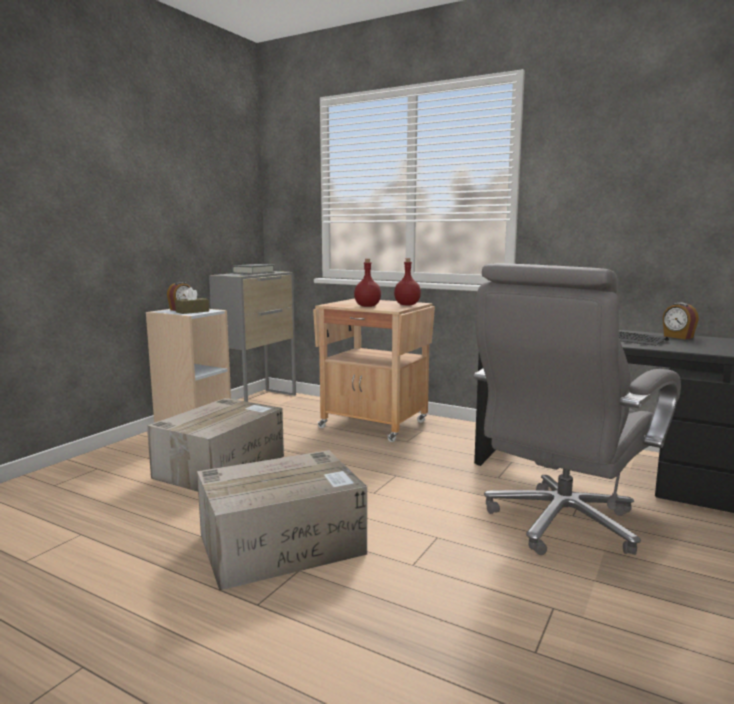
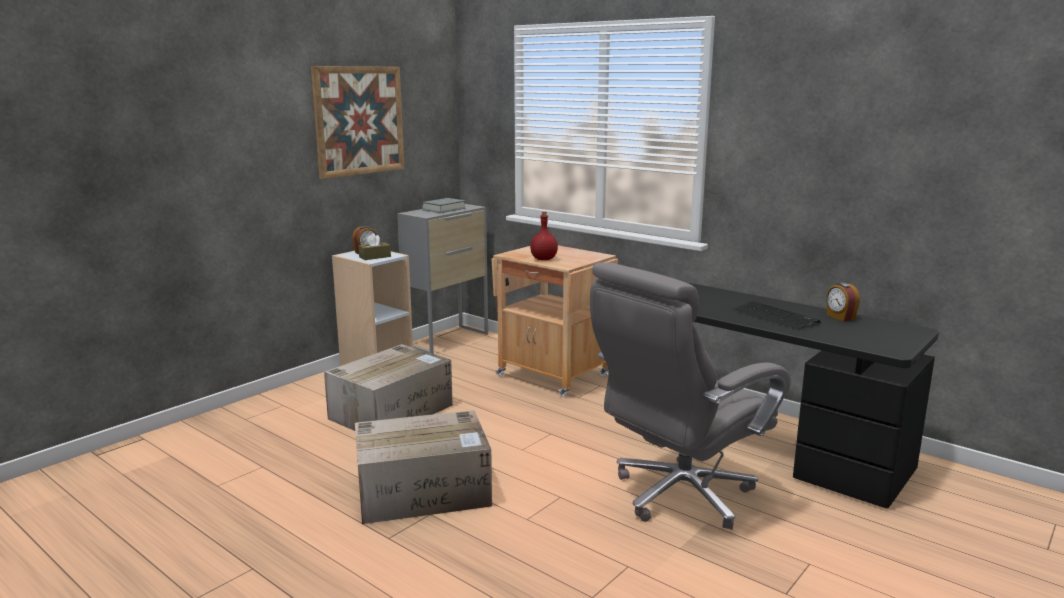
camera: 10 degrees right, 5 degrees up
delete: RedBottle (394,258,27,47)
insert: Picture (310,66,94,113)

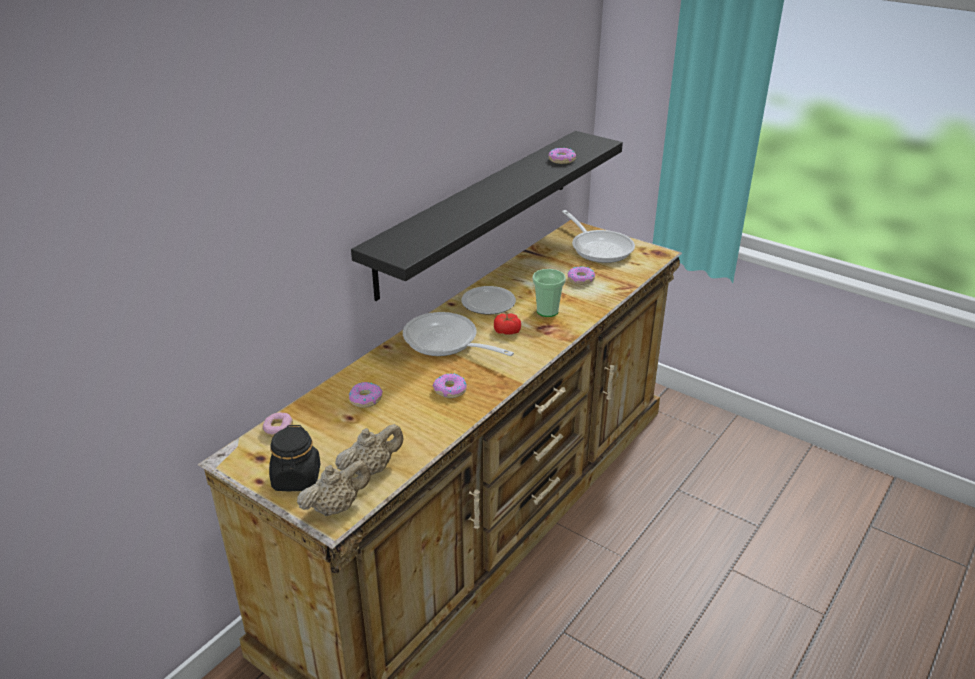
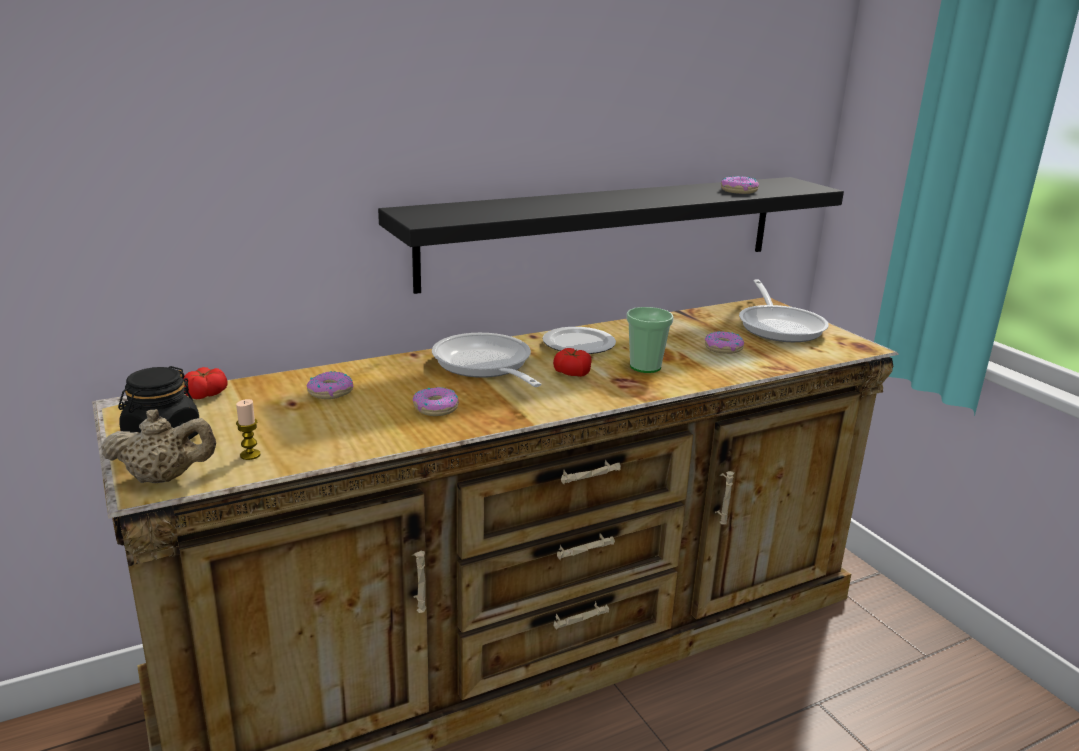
camera: 25 degrees right, 10 degrees down
replace: Donut (263,412,30,25) to Tomato (183,367,45,32); BeigeTeapot (335,424,69,51) to Candle (236,399,25,61)

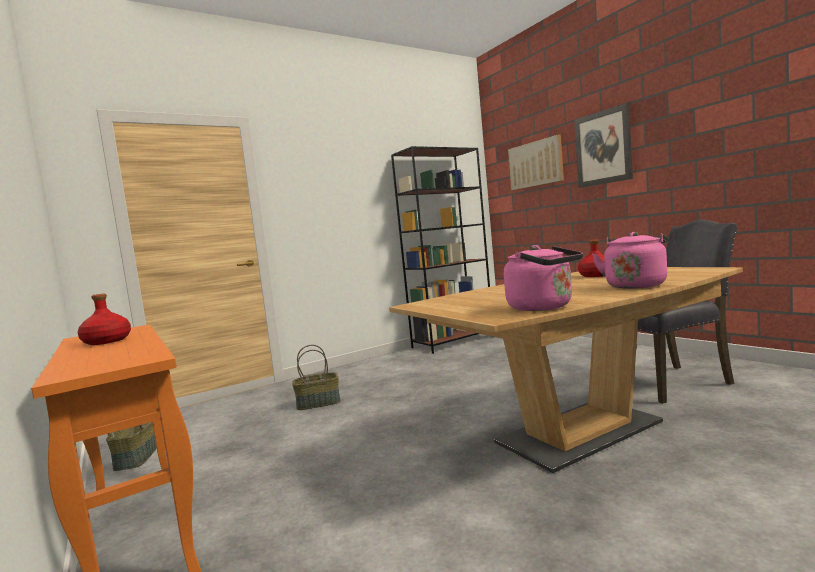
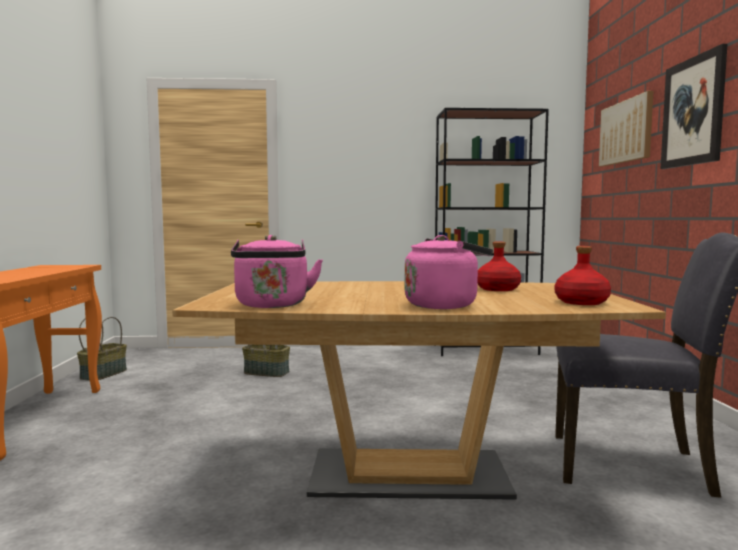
camera: 30 degrees right, 0 degrees up
move: RedBottle (78,294,53,51) to (555,246,56,59)

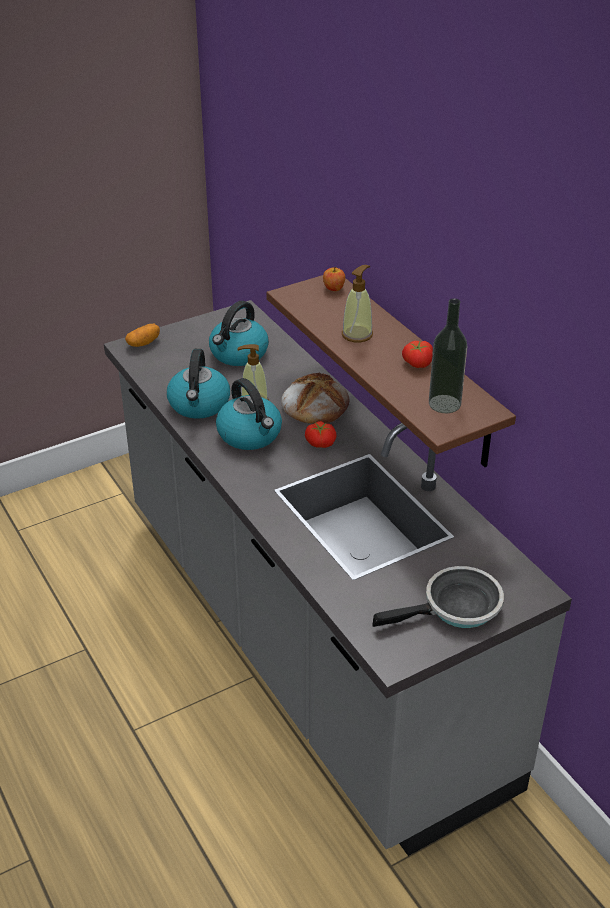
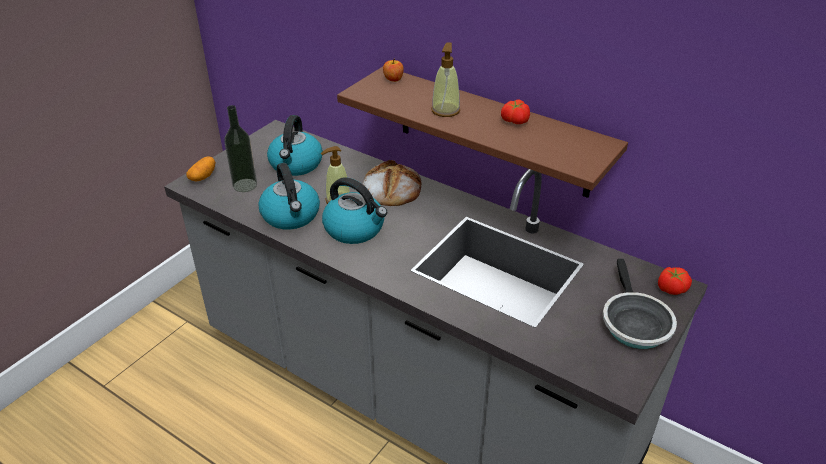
camera: 25 degrees left, 0 degrees up
move: Tomato (305,421,32,27) to (658,267,34,28); Bottle (429,298,38,115) to (224,105,33,87)
rotate: FryingPan (372,566,132,62) = (603,259,74,90) 135 degrees clockwise

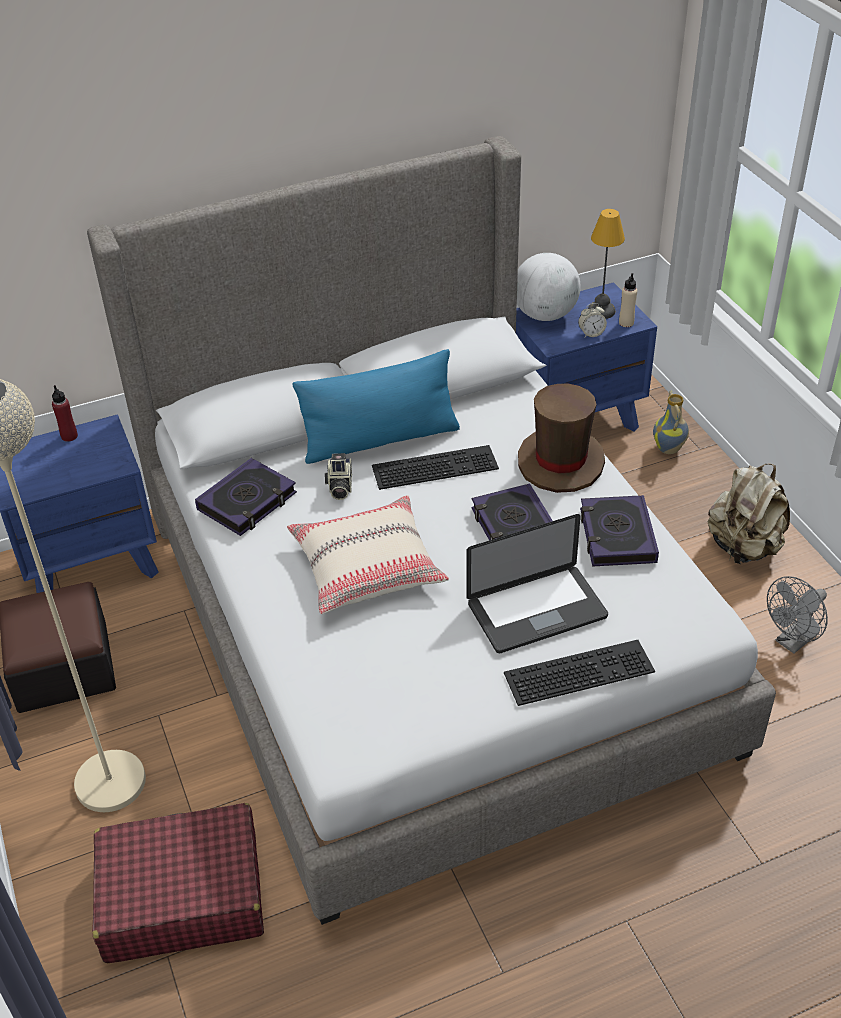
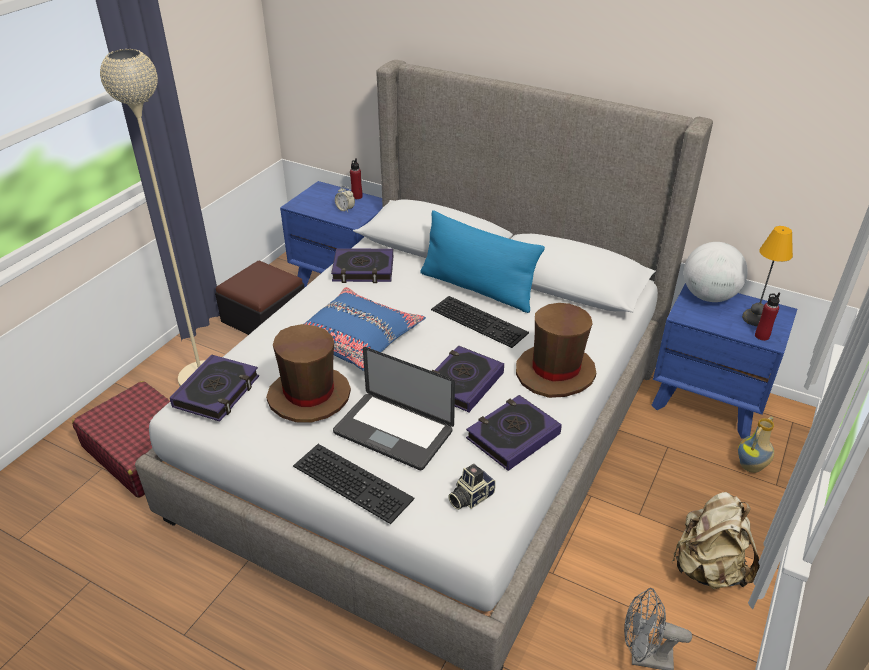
camera: 50 degrees right, 5 degrees down
insert: Book (170,354,89,68); BrownHat (266,324,85,99)
move: PhotoCamera (325,453,27,47) to (448,464,48,46); AlarmClock (578,303,29,35) to (335,186,20,26)
recolor: BeigePillow (287,495,162,119) to BluePillow (304,287,122,84); BeigeBottle (619,273,18,54) to RedBottle (755,292,25,49)

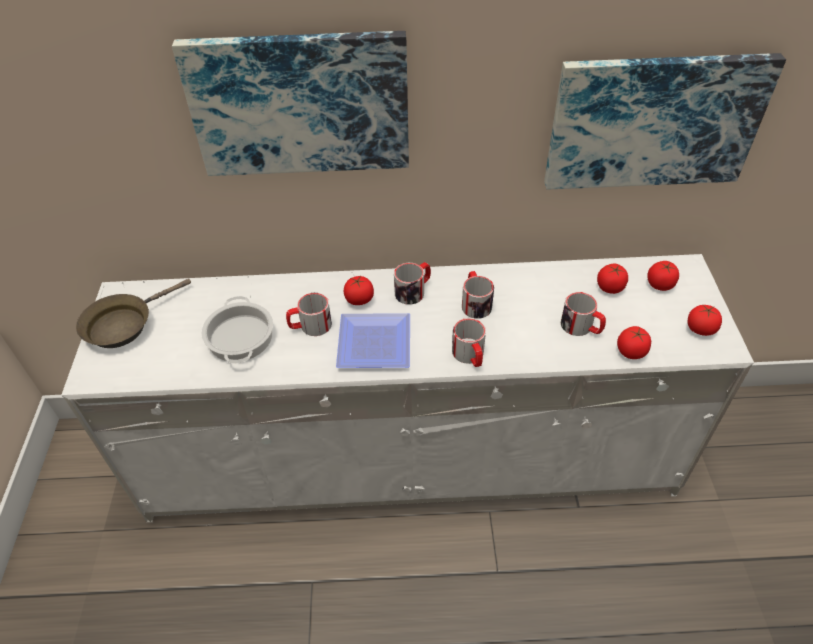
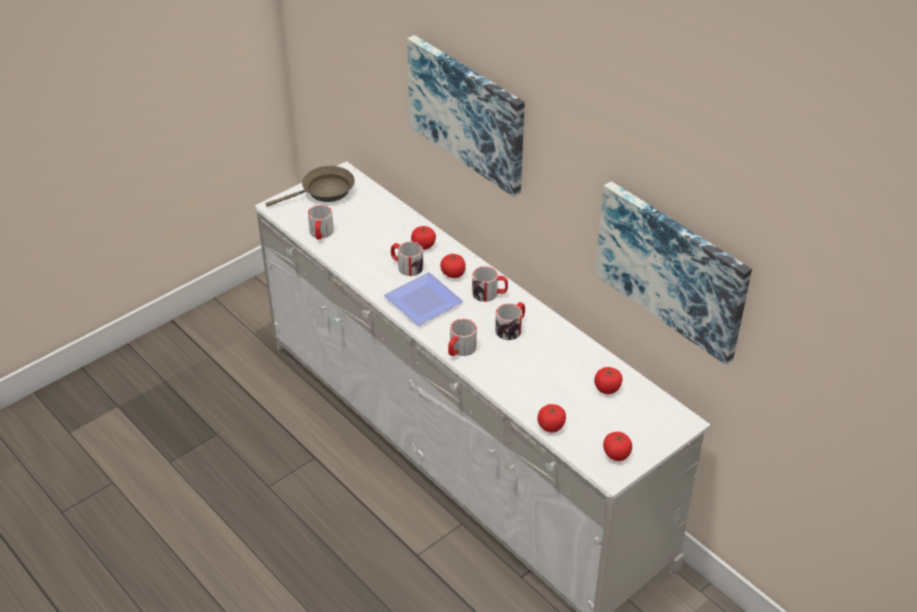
camera: 50 degrees right, 5 degrees down
delete: CookingPot (201,296,72,68)
move: Mug (561,292,45,44) to (308,205,26,35); Tomato (648,261,31,30) to (411,226,25,24)
rotate: BrownFryingPan (76,279,115,69) = (266,166,89,41) 150 degrees clockwise

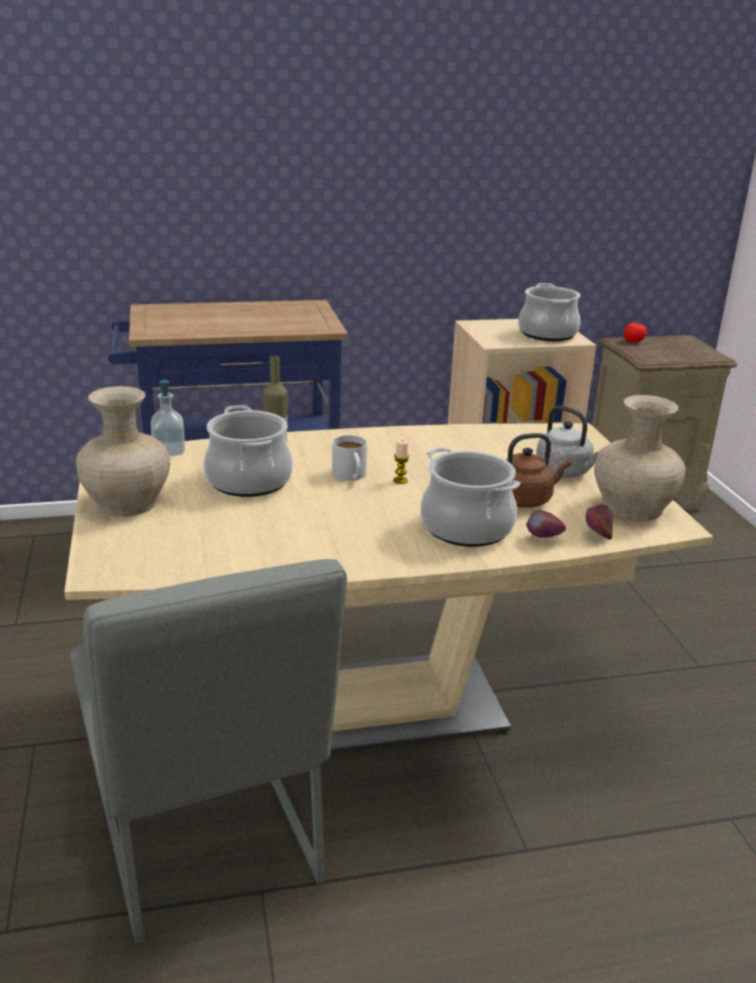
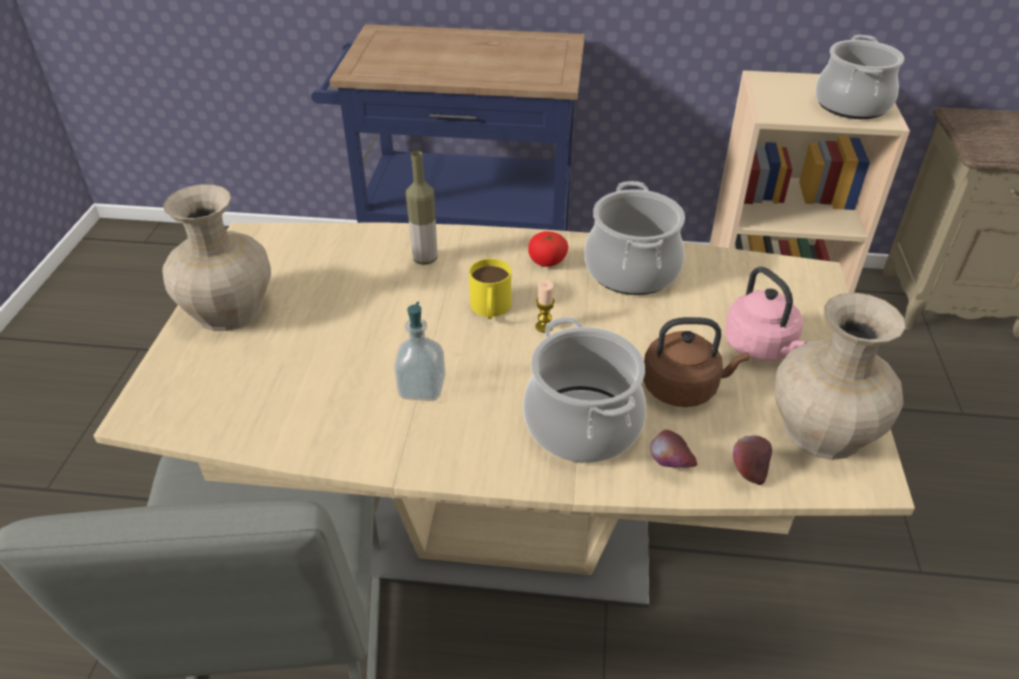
camera: 20 degrees right, 15 degrees up
move: SoapDispenser (151,380,34,76) to (394,302,51,99); CookingPot (203,405,90,92) to (584,181,101,114); Tomato (624,323,23,20) to (528,231,41,36)
recolor: WhiteMug (332,435,35,46) to YellowMug (469,259,42,60); GreyKettle (536,406,63,72) to PinkKettle (725,267,82,94)

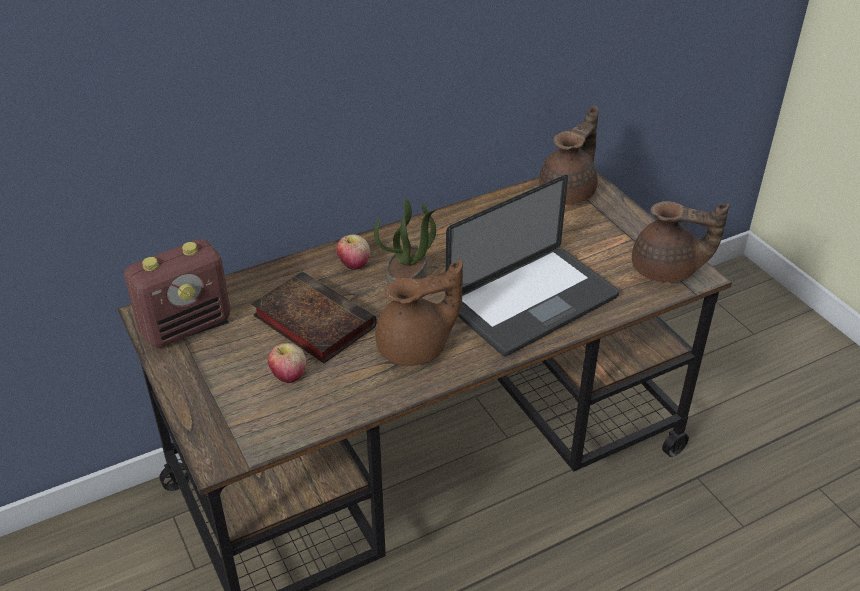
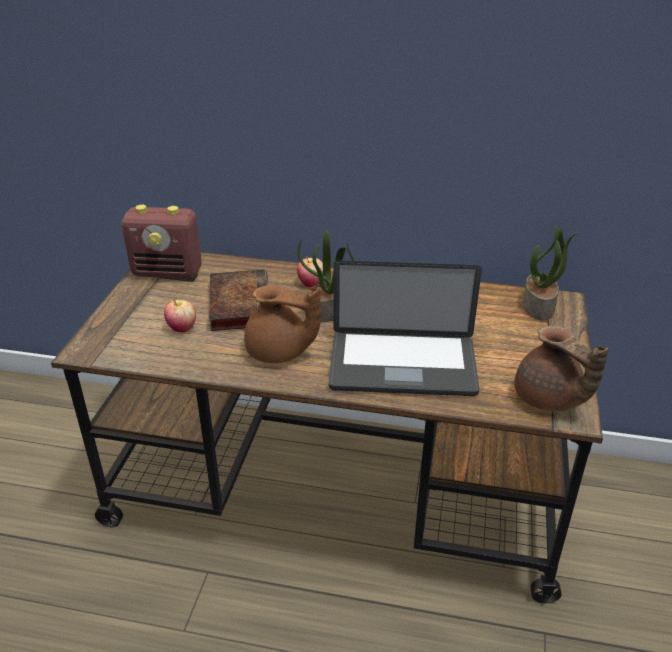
camera: 40 degrees right, 5 degrees down
replace: BrownTeapot (539,105,59,99) to PottedPlant (523,225,56,95)

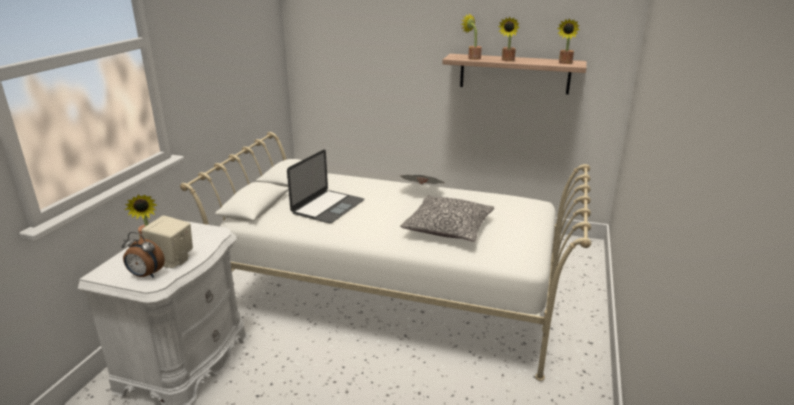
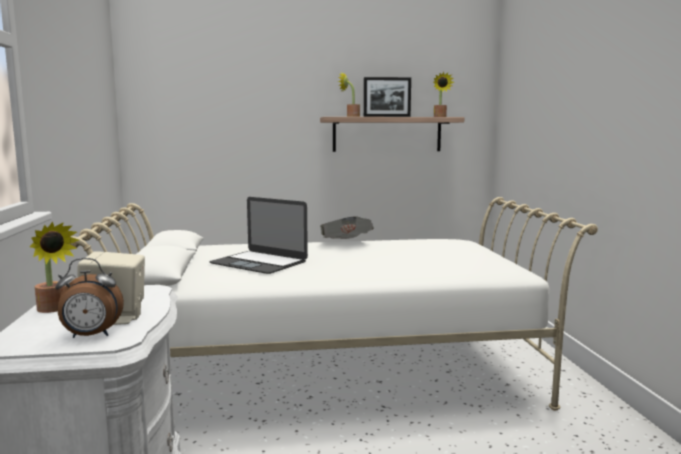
camera: 25 degrees left, 15 degrees down
delete: Pillow (400,196,94,46)
replace: PottedPlant (498,16,22,45) to PictureFrame (364,77,47,40)
rotate: Laptop (287,149,77,74) = (209,197,99,77) 120 degrees clockwise

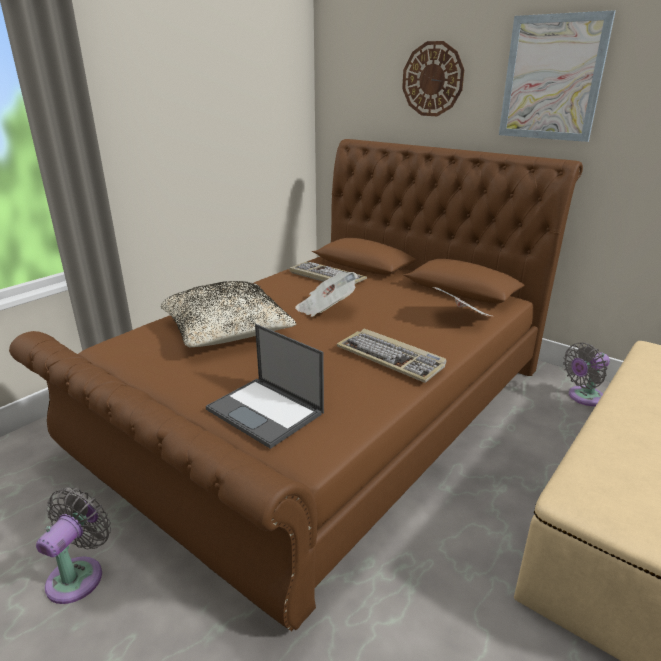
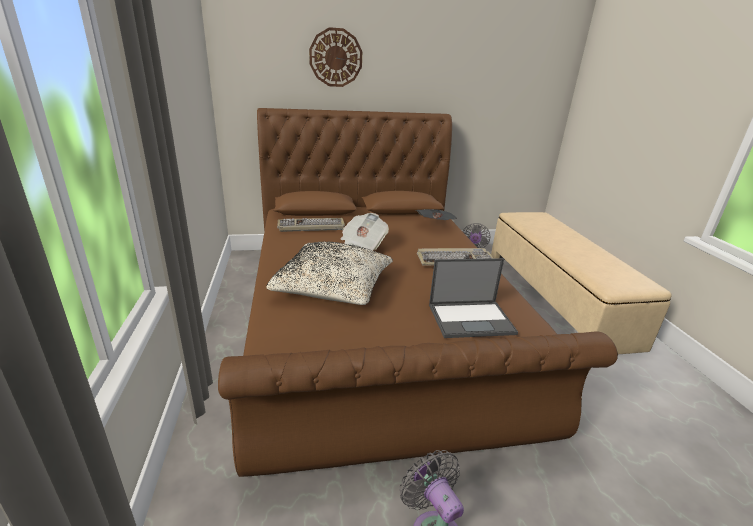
camera: 50 degrees left, 0 degrees up
delete: Picture (499,10,117,132)

